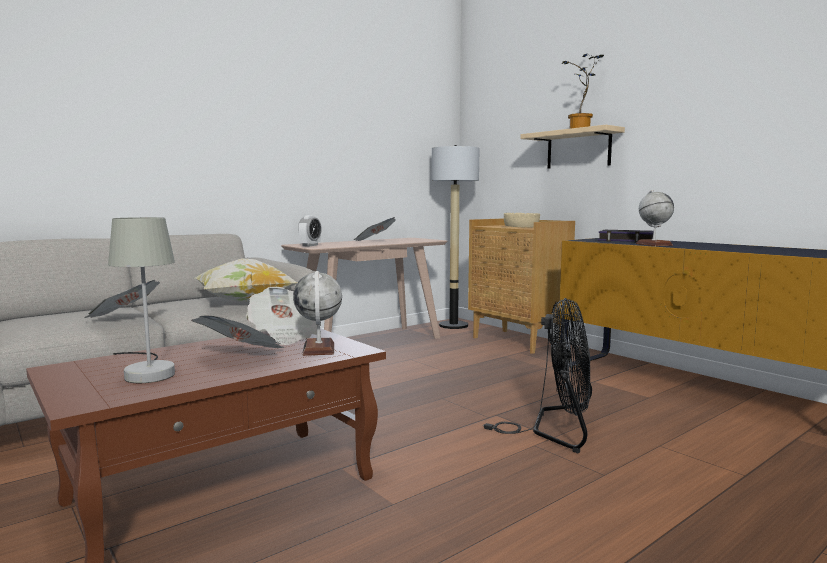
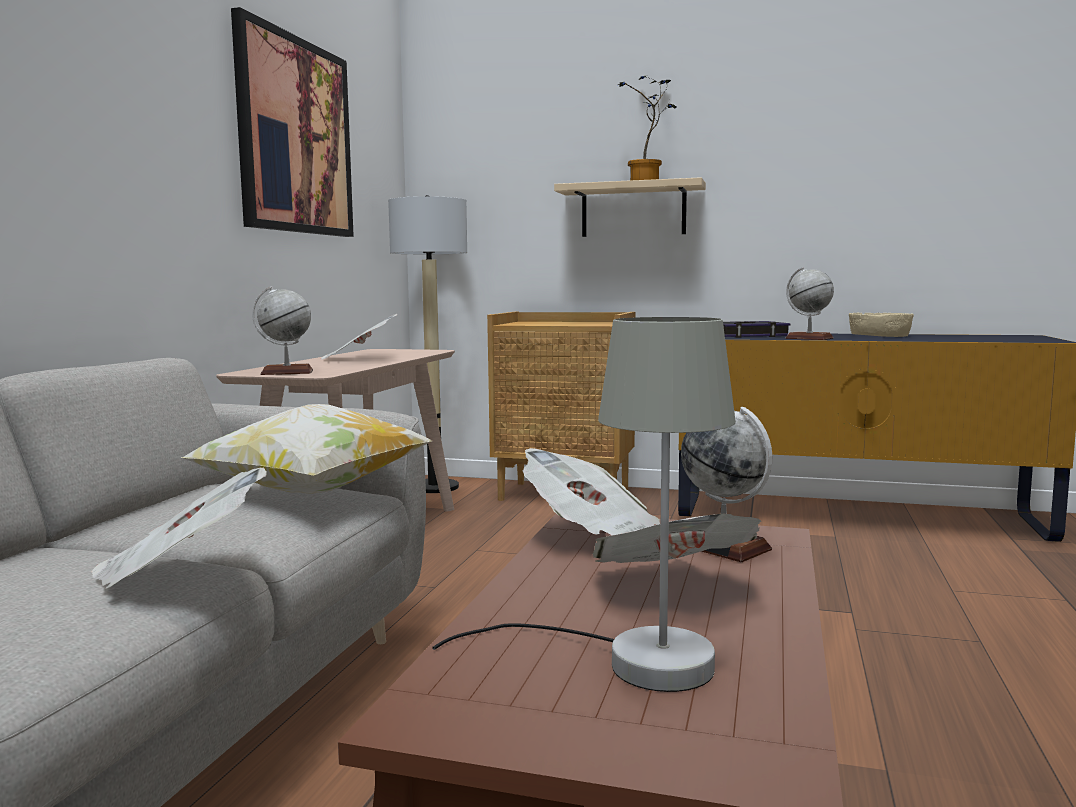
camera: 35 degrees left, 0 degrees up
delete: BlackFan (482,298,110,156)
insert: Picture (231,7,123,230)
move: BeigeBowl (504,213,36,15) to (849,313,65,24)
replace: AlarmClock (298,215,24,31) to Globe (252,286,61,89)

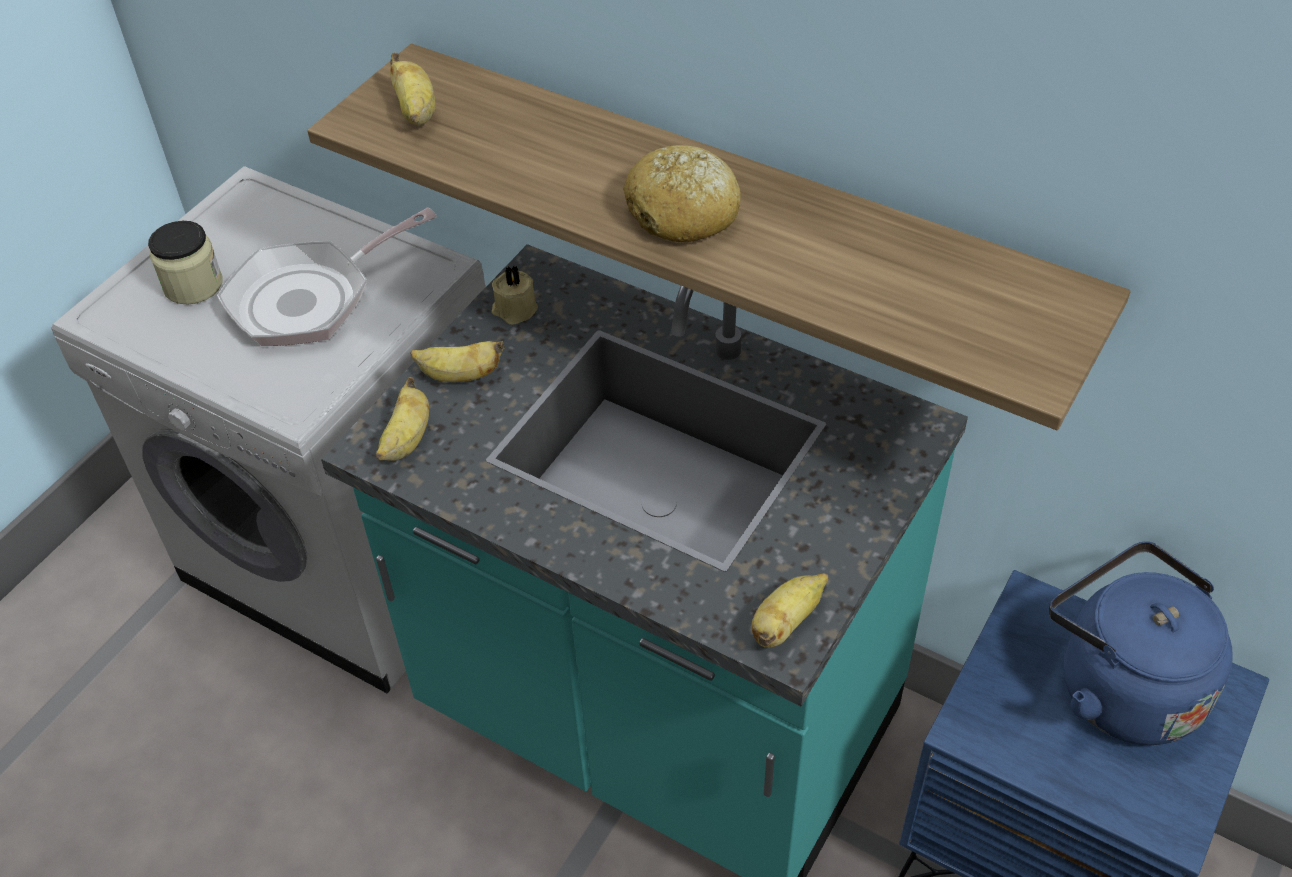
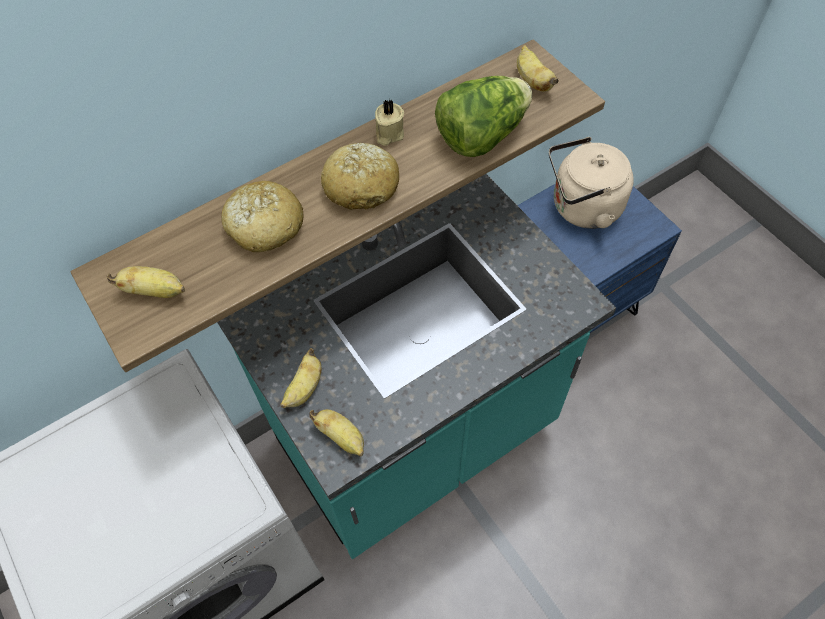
camera: 65 degrees left, 10 degrees up
delete: Jar (148,221,75,83); FryingPan (217,208,220,138)
insert: Bread (221,181,82,71); Lettuce (435,76,97,81)
move: BeigeCandle (492,266,46,59) to (375,99,29,47); Banana (752,573,77,75) to (517,45,42,46)
recolor: BlueKettle (1049,541,184,204) to BeigeKettle (549,137,85,92)

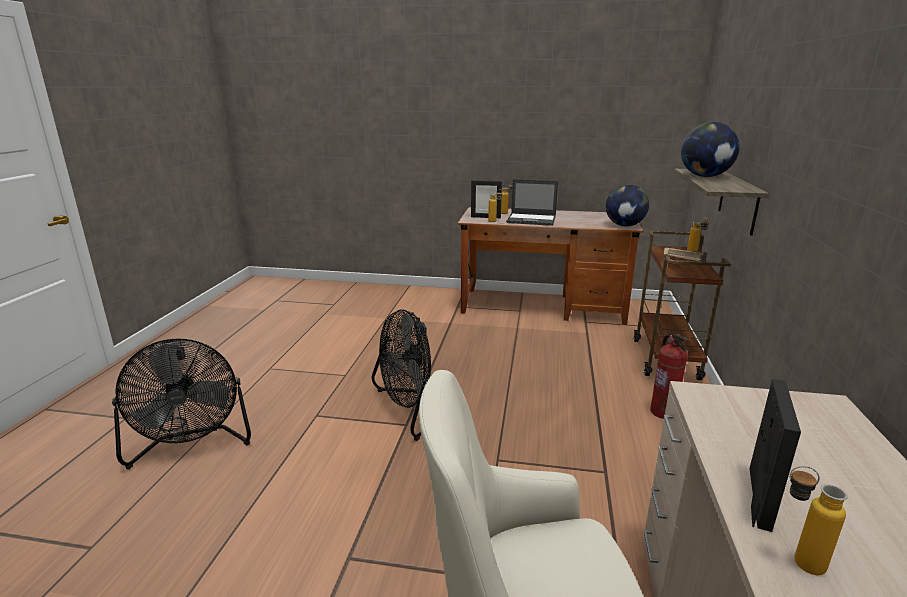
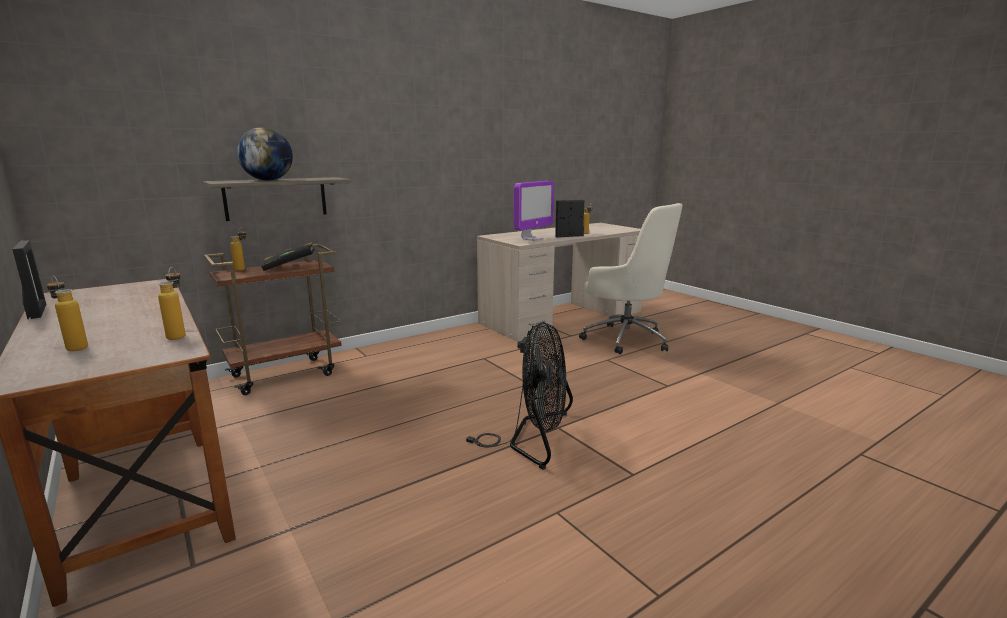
camera: 135 degrees left, 5 degrees down
delete: BlackFan (112,339,139,130); Laptop (506,179,52,47); Globe (606,185,43,42); FireExtinguisher (650,334,39,85)
insert: Monitor (513,181,41,60)
move: PictureFrame (471,180,31,38) to (12,240,34,79)
recolor: BeigeBook (664,248,43,14) to BlackBook (261,242,54,29)

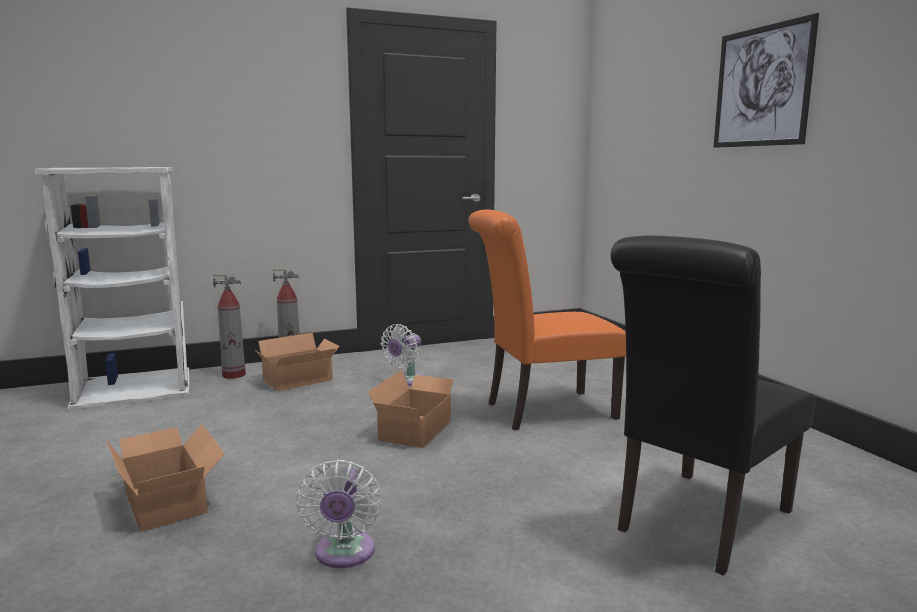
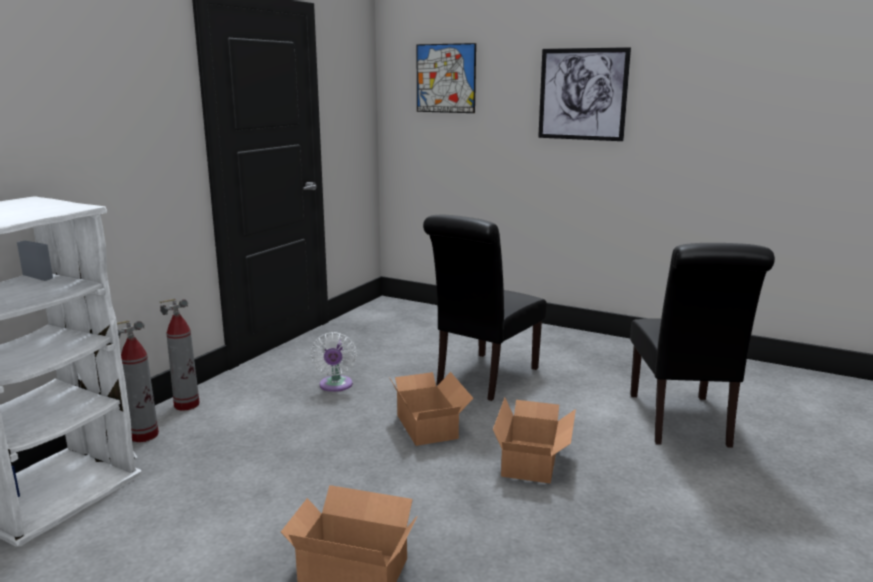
camera: 40 degrees left, 5 degrees up
delete: WhiteFan (296,460,86,108)
insert: Picture (416,43,60,70)
move: CardboardBox (254,333,86,58) to (493,398,83,86)
recolor: OrangeChair (468,210,158,220) to BlackChair (423,215,124,186)

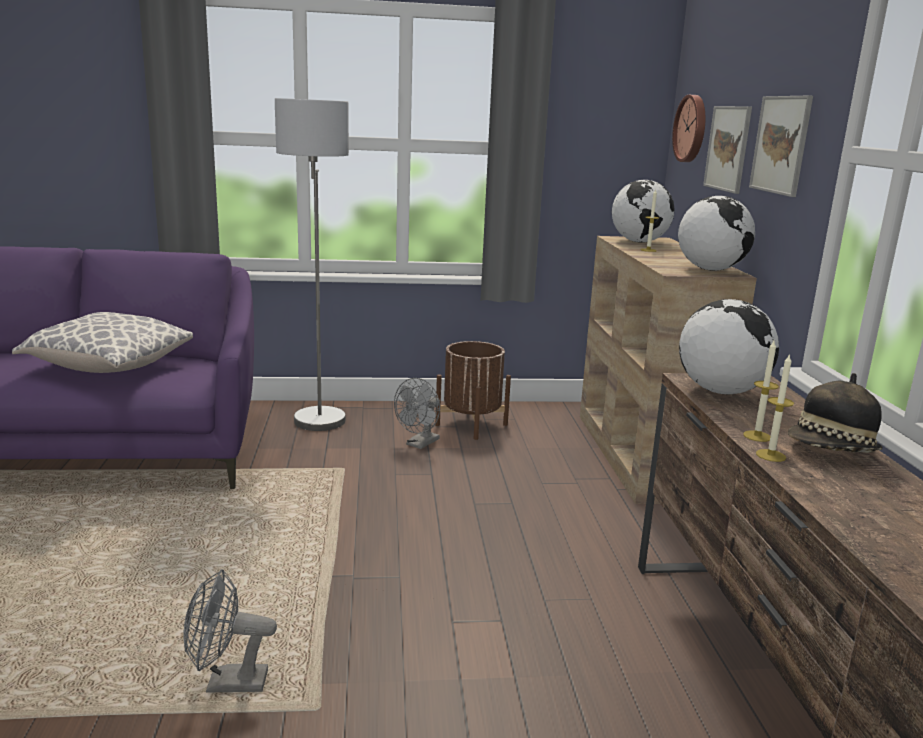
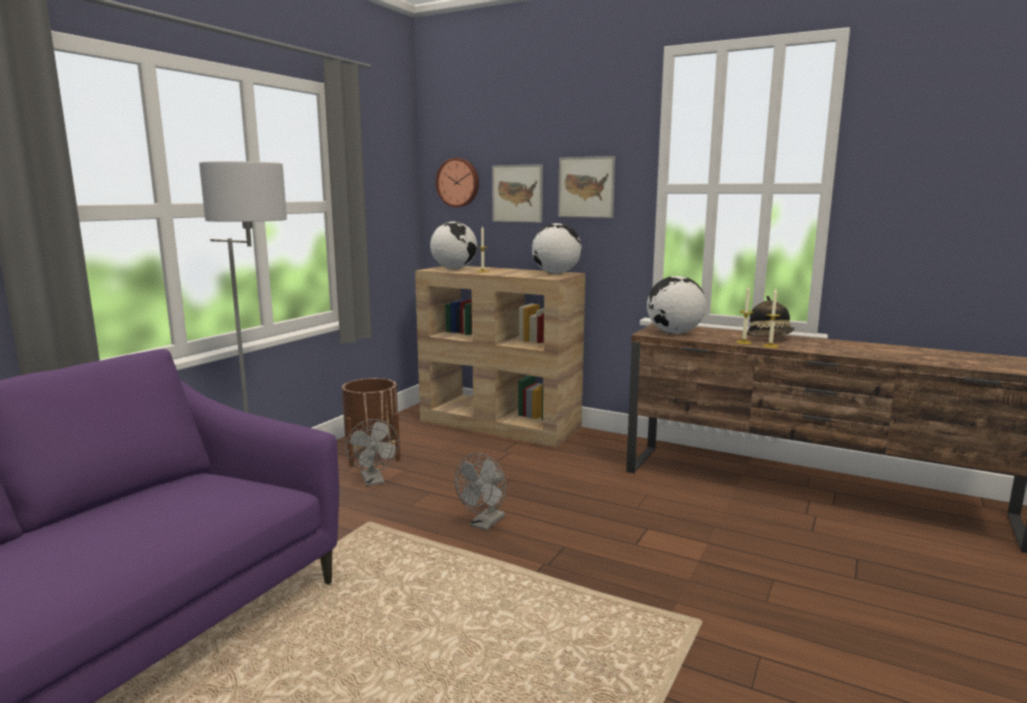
camera: 55 degrees left, 5 degrees down
delete: Pillow (12,312,181,61)
move: GreyFan (183,569,94,123) to (455,453,51,78)

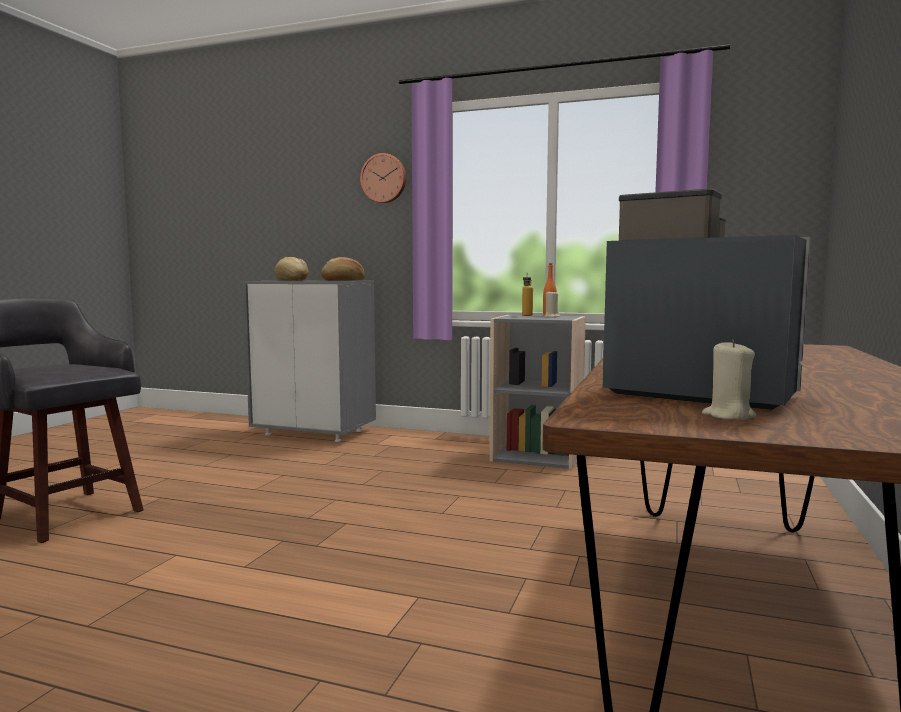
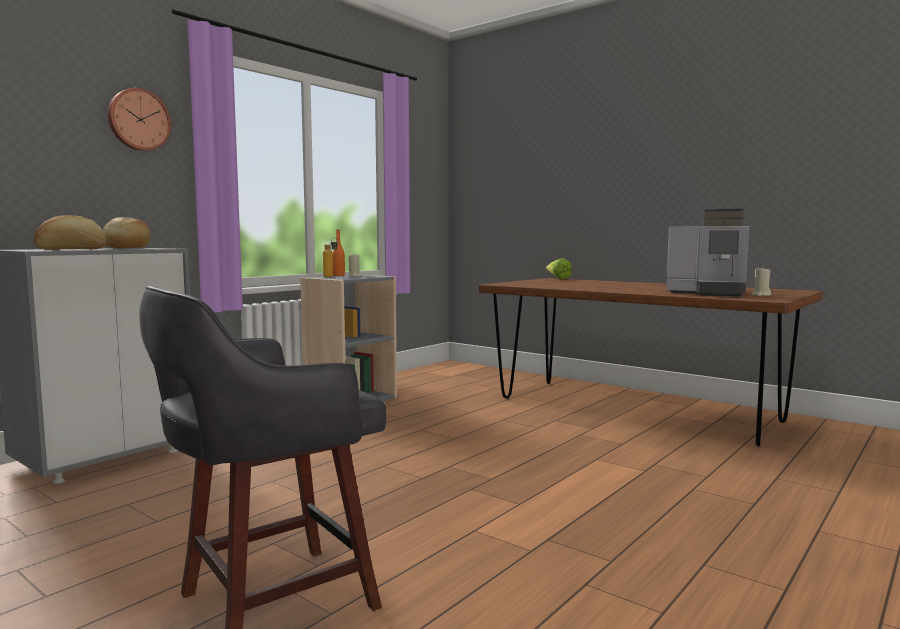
camera: 70 degrees left, 0 degrees up
insert: Lettuce (546,258,26,21)
rotate: CoffeeMachine (603,189,208,221) = (666,208,83,89) 120 degrees counterclockwise

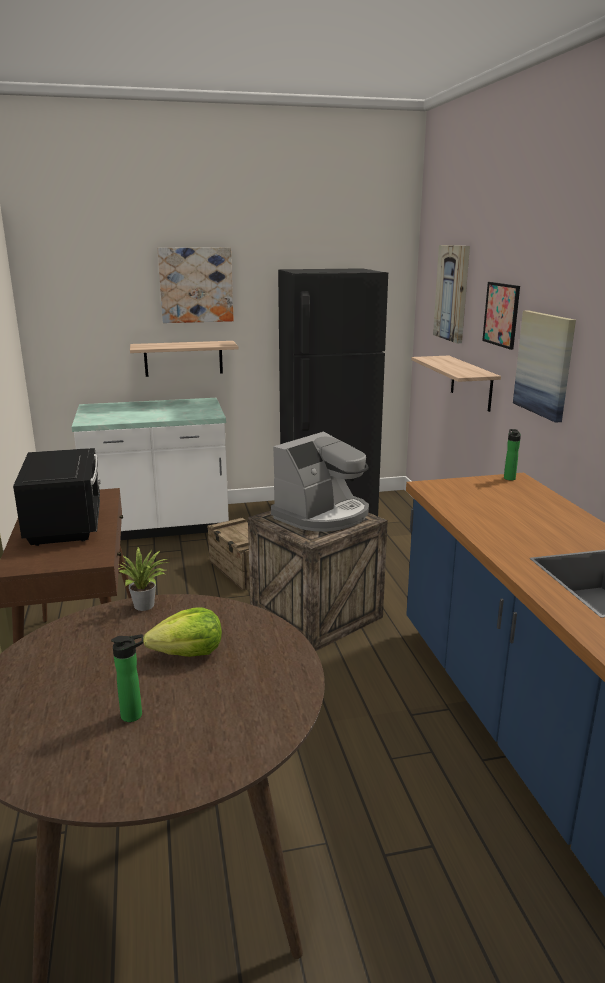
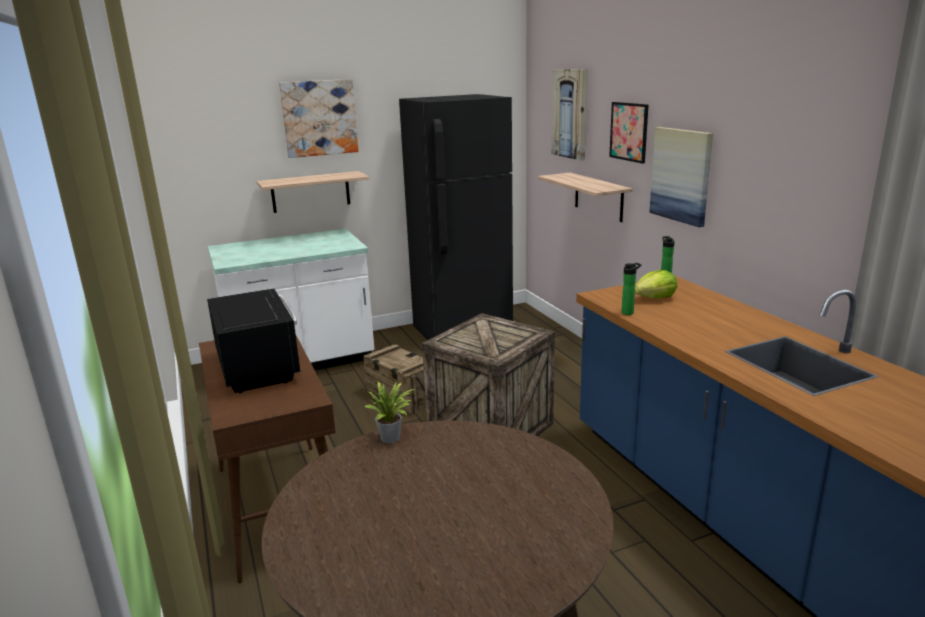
camera: 10 degrees left, 0 degrees up
delete: CoffeeMachine (271,432,98,100)
move: Bottle (111,634,32,88) to (622,263,19,52); Lettuce (143,607,79,50) to (635,270,42,29)

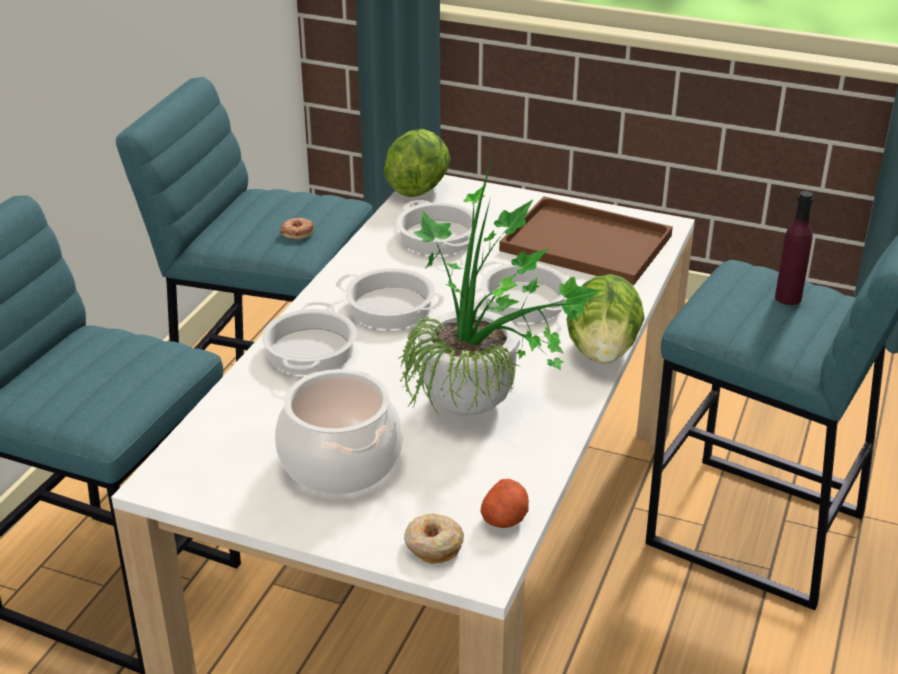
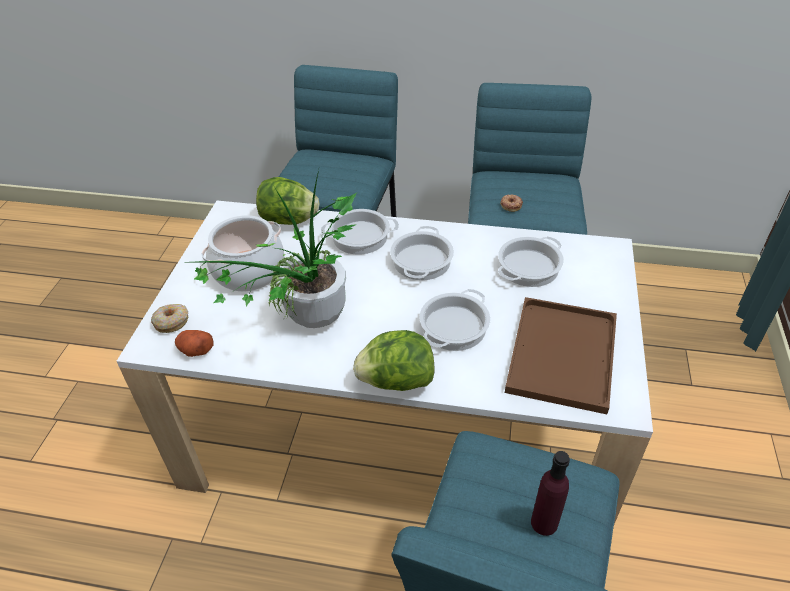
camera: 80 degrees right, 10 degrees up
move: Lettuce (384,129,66,68) to (256,177,63,48)

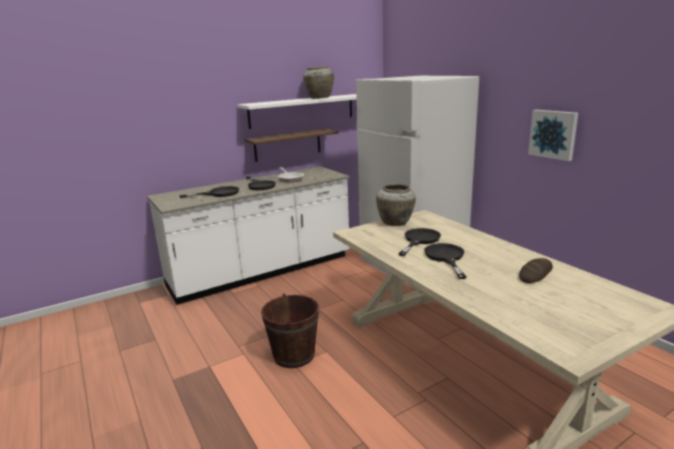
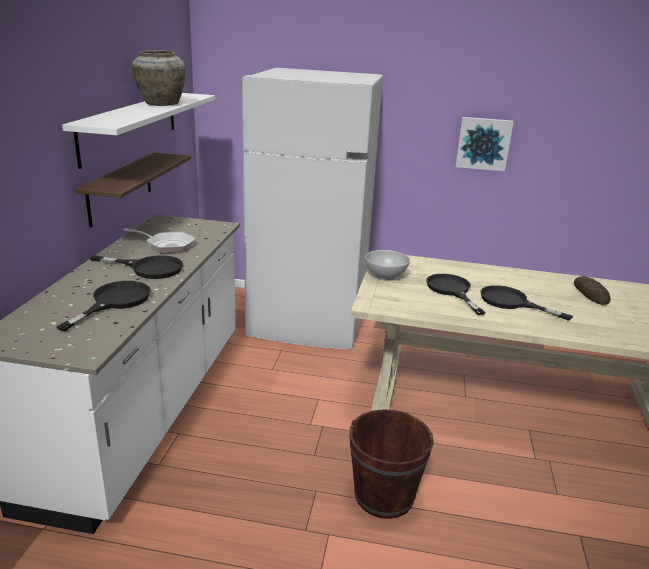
camera: 50 degrees left, 5 degrees up
replace: BeigeVase (376,184,40,42) to WhiteBowl (365,250,45,30)

